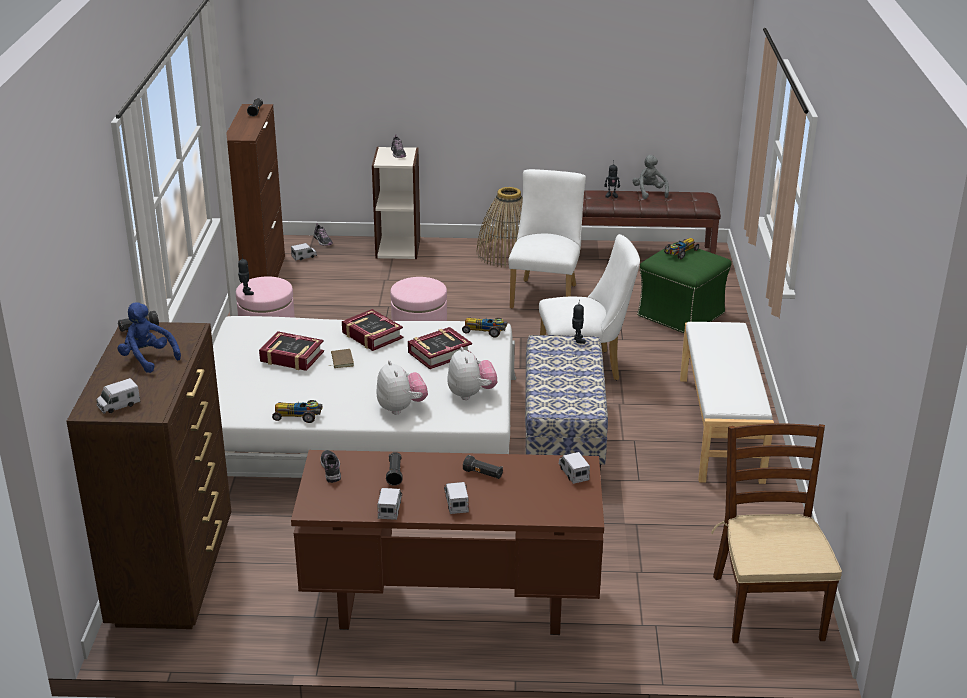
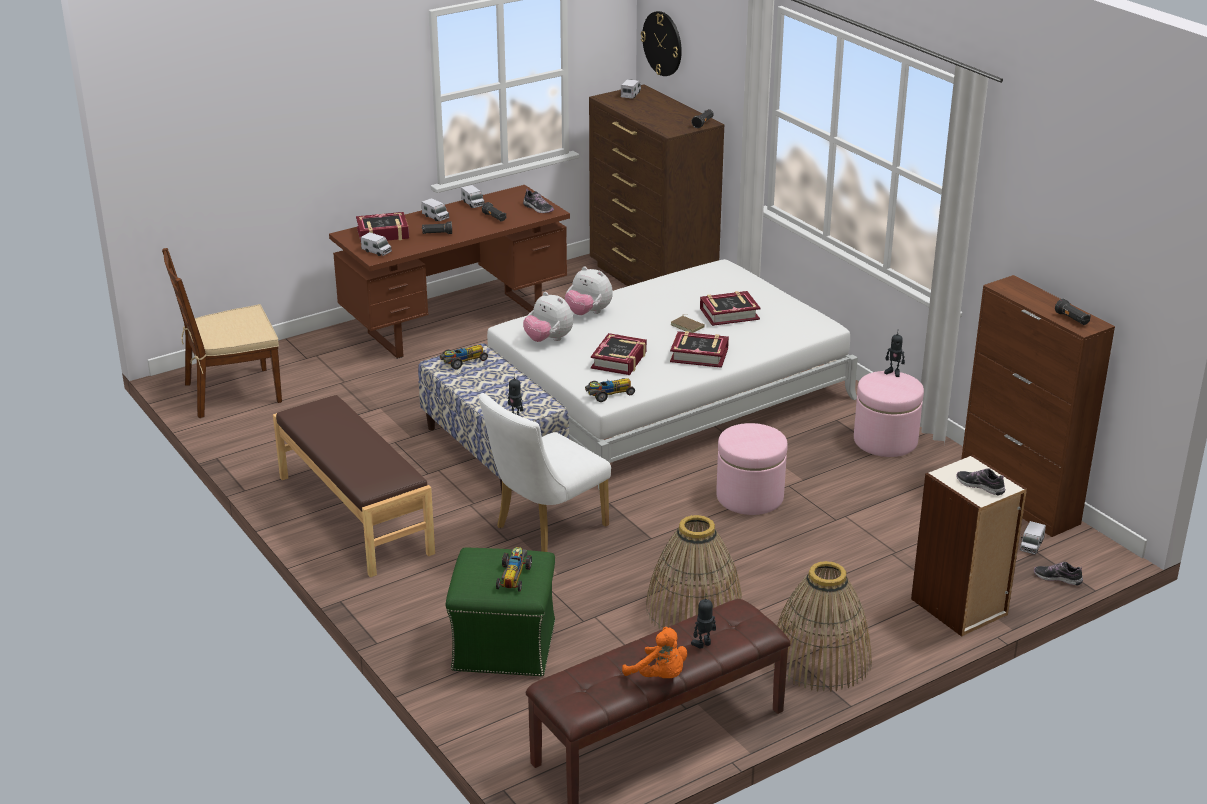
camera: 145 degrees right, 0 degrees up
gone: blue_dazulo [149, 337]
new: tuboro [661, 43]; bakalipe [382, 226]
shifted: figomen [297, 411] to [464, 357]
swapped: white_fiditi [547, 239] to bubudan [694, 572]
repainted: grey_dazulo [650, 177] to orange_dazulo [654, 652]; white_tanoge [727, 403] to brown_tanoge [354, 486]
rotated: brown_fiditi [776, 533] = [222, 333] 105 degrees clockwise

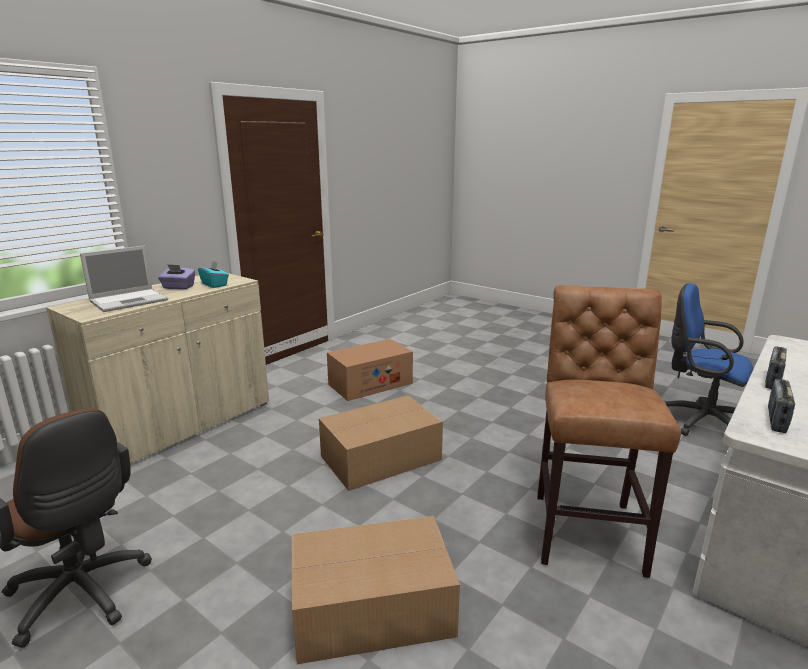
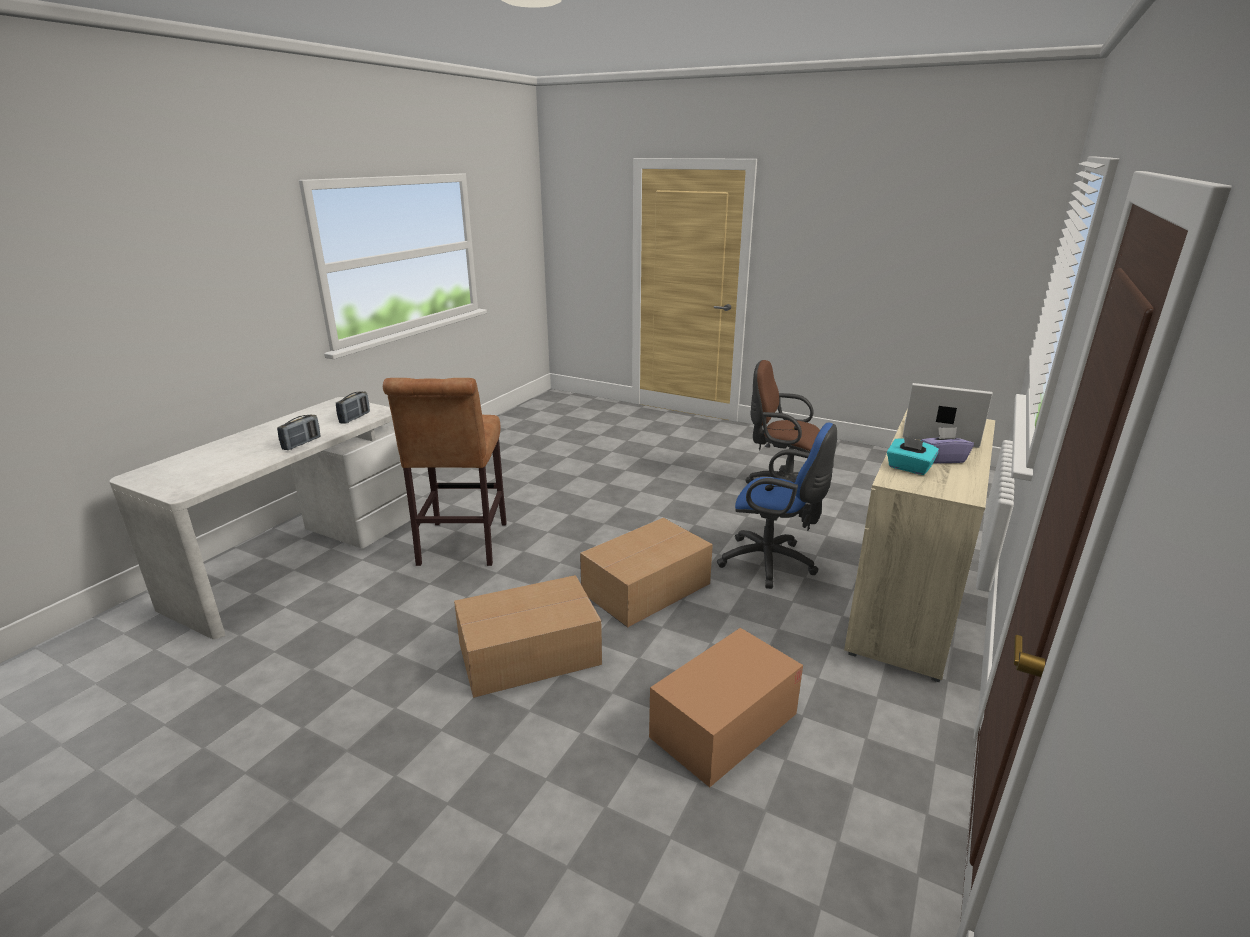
camera: 170 degrees right, 5 degrees up
shifted: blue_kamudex [709, 359] to [777, 506]; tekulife [376, 590] to [528, 636]
rotated: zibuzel [124, 279] = [948, 415] 75 degrees clockwise

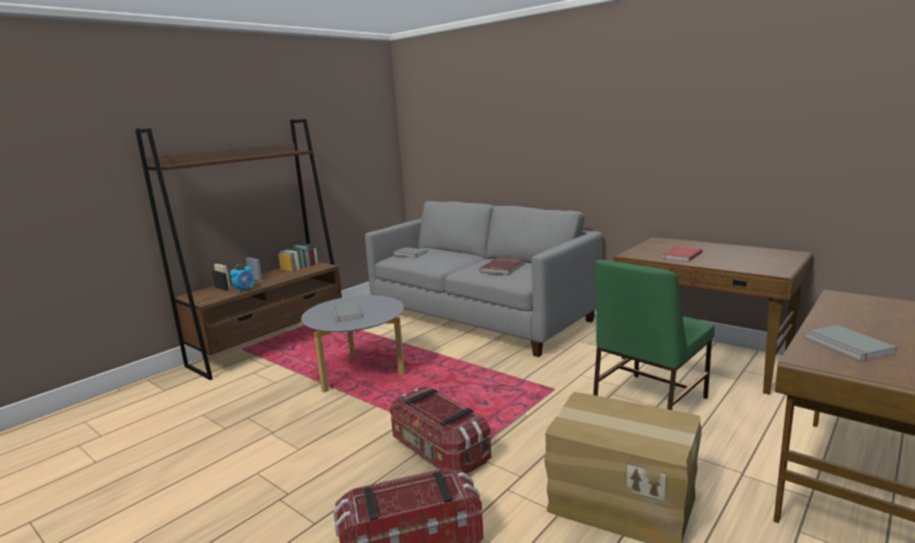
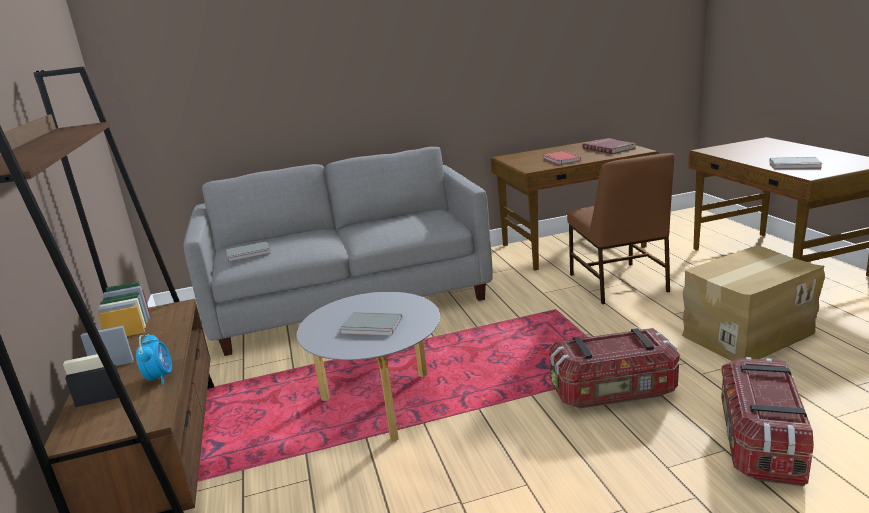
camera: 55 degrees left, 5 degrees up
shifted: red_bakalipe [502, 266] to [609, 146]
repainted: green_fiditi [654, 335] to brown_fiditi [621, 228]

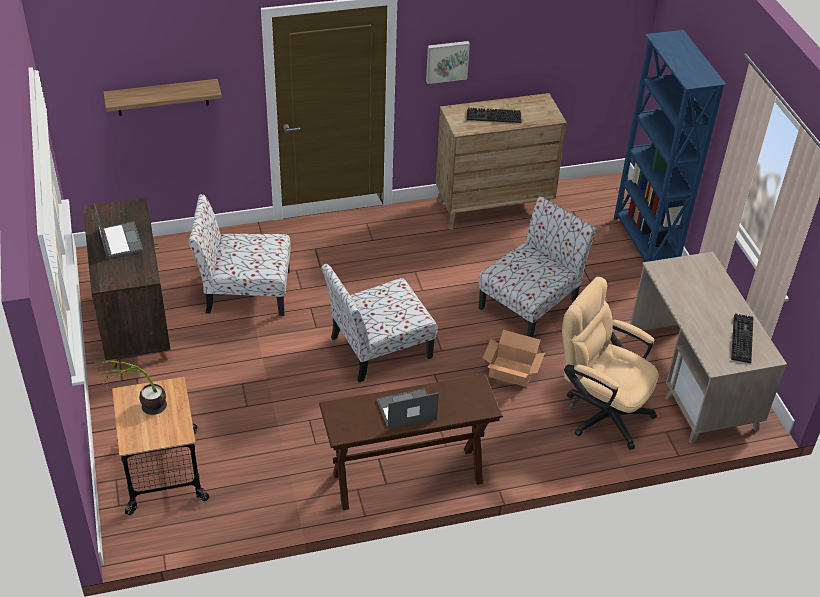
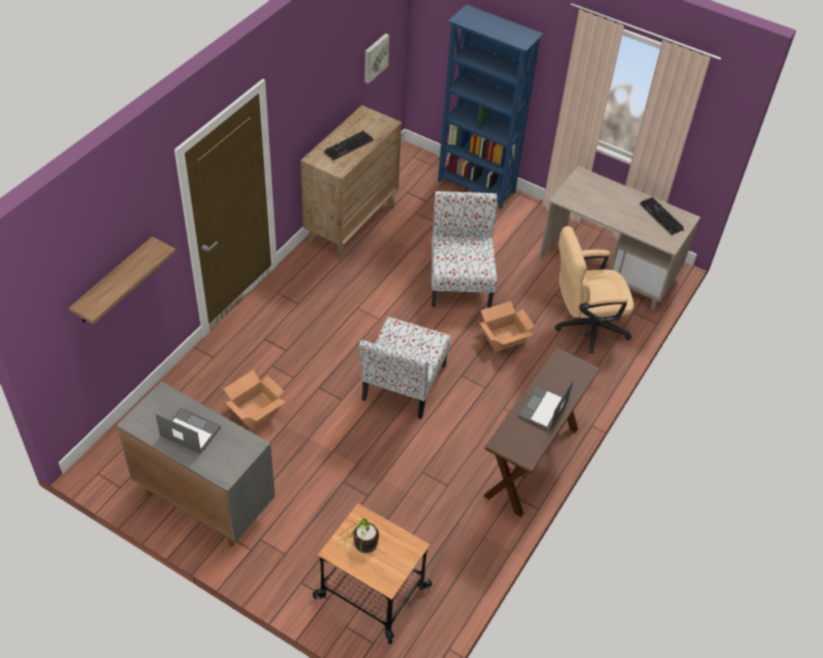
camera: 45 degrees left, 5 degrees up
shifted: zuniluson [448, 62] to [377, 58]
swapped: fiditi [240, 255] to tekulife [255, 399]
repainted: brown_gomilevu [127, 283] to grey_gomilevu [196, 464]

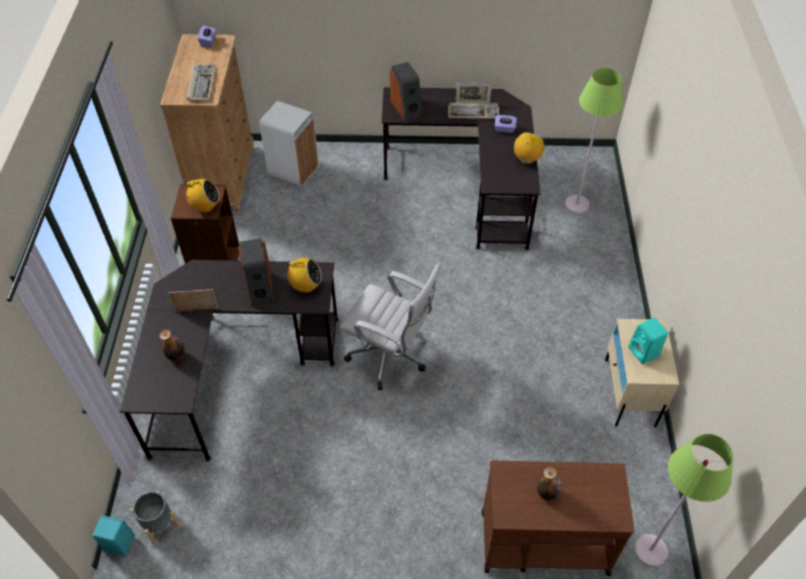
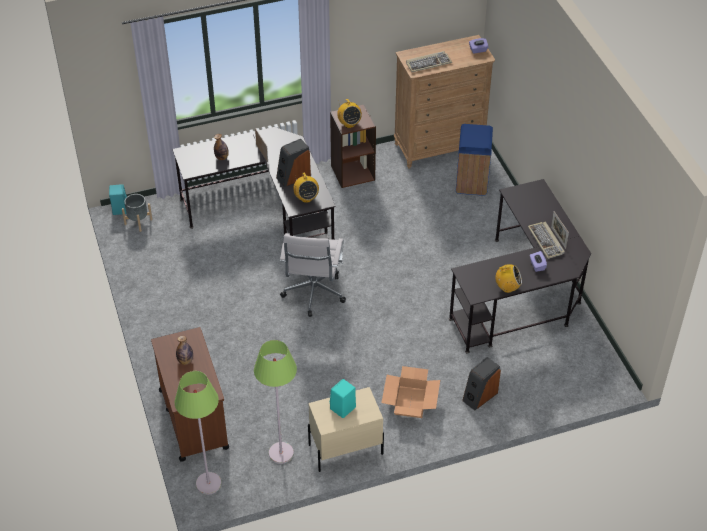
camera: 70 degrees right, 5 degrees down
new: tekulife [410, 392]
shifted: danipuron [406, 92] to [481, 383]; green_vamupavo [594, 141] to [275, 402]
repainted: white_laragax [289, 144] to blue_laragax [474, 160]

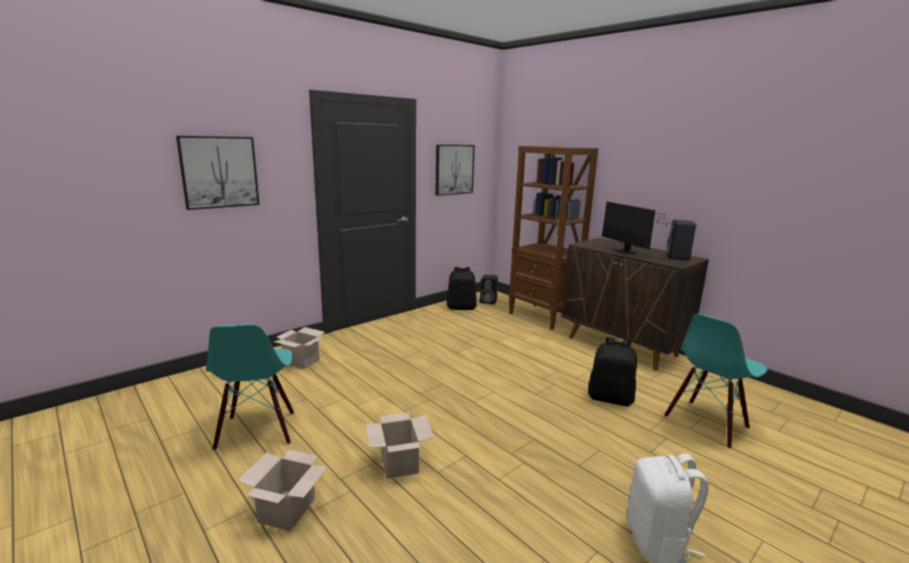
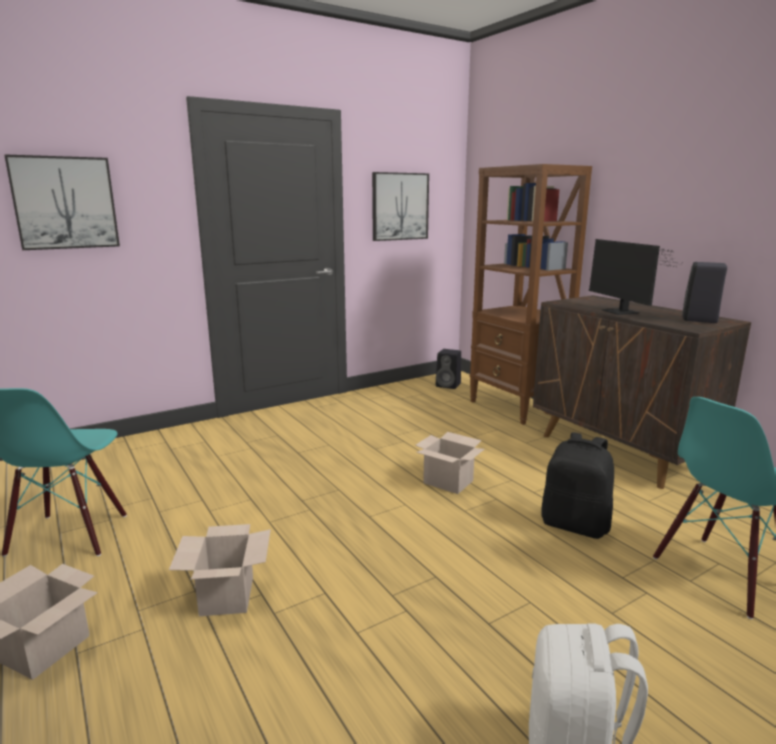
camera: 10 degrees right, 0 degrees up
gone: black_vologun [462, 288]
shifted: tekulife [299, 348] to [449, 463]

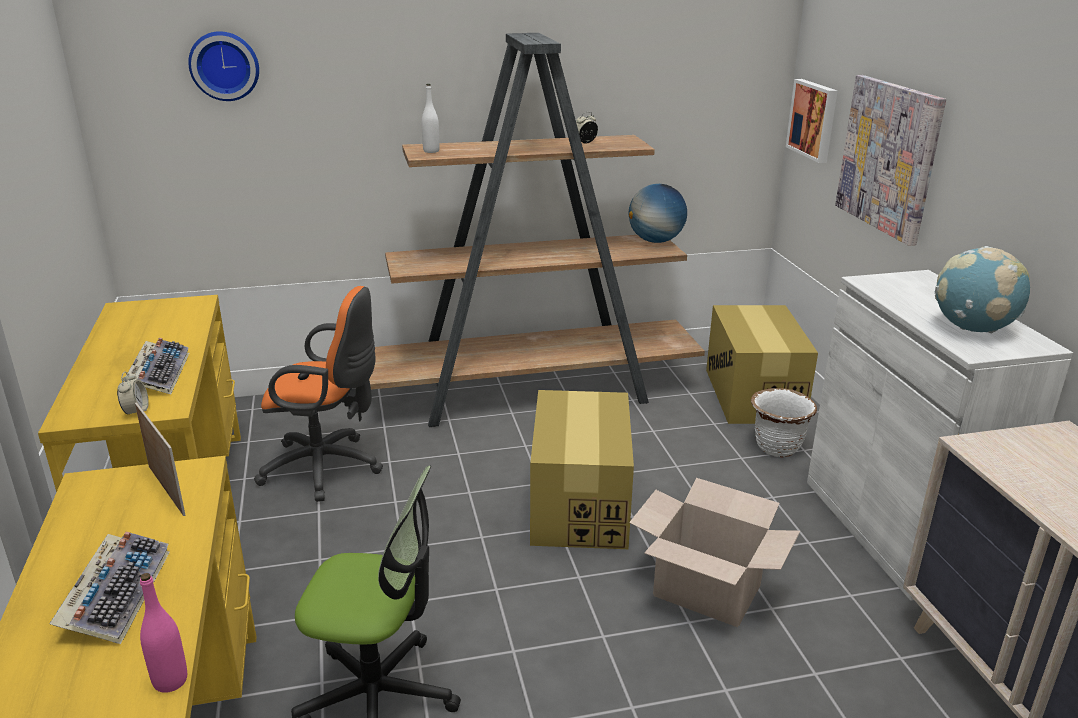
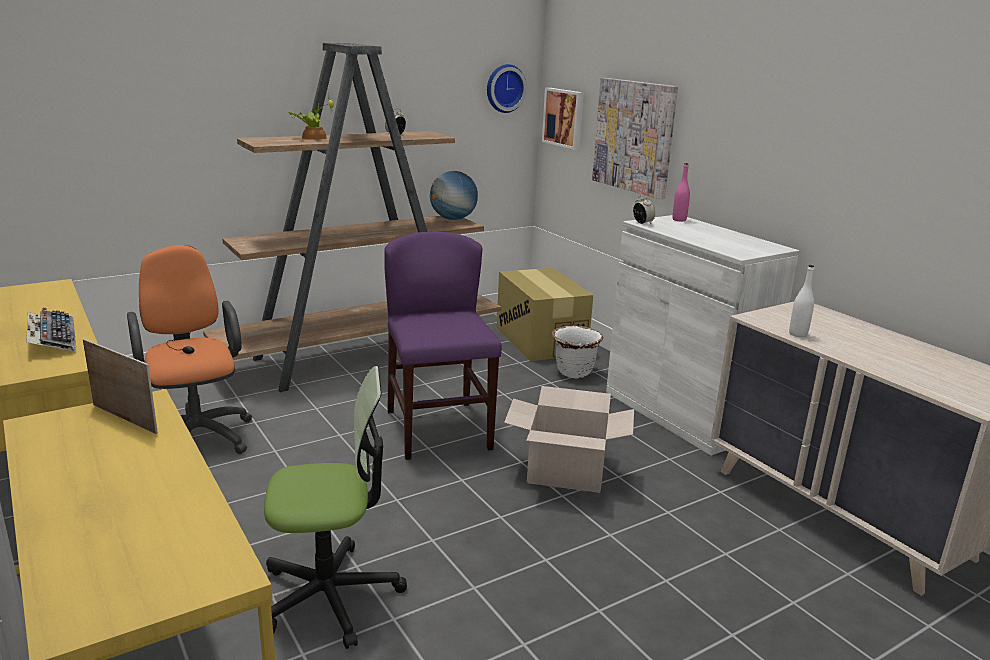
camera: 20 degrees left, 5 degrees down
gone: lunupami [982, 289]; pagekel [109, 588]
new: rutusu [311, 117]
shifted: tuboro [223, 66] to [507, 88]; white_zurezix [430, 118] to [801, 301]; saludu [133, 392] to [644, 209]; pink_zurezix [163, 633] to [681, 192]
swapped: tekulife [582, 469] to purple_fiditi [443, 346]
rotated: orange_kamudex [318, 394] = [189, 349] 105 degrees counterclockwise

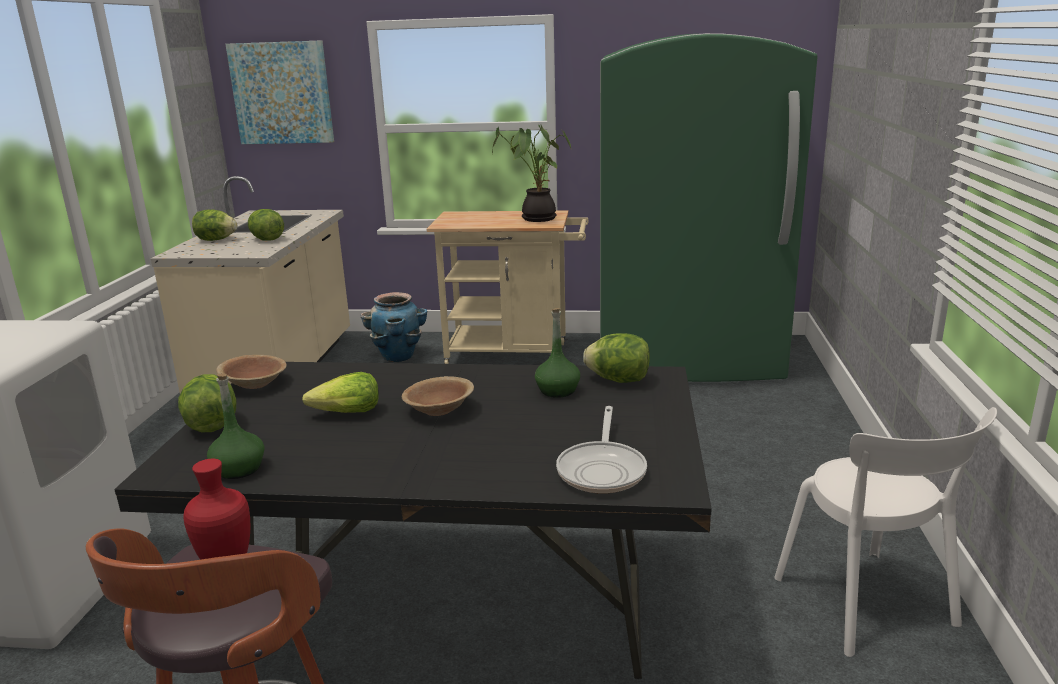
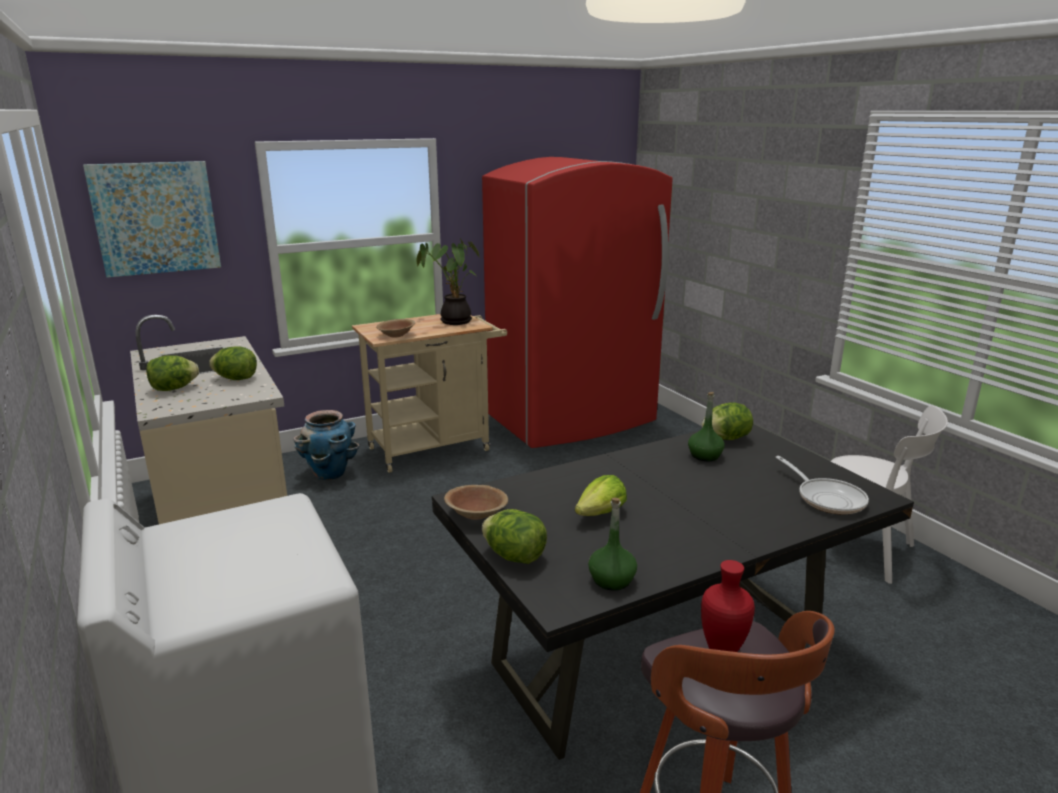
camera: 35 degrees left, 0 degrees up
shifted: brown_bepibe [438, 396] to [395, 328]
repainted: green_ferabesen [709, 207] to red_ferabesen [577, 302]

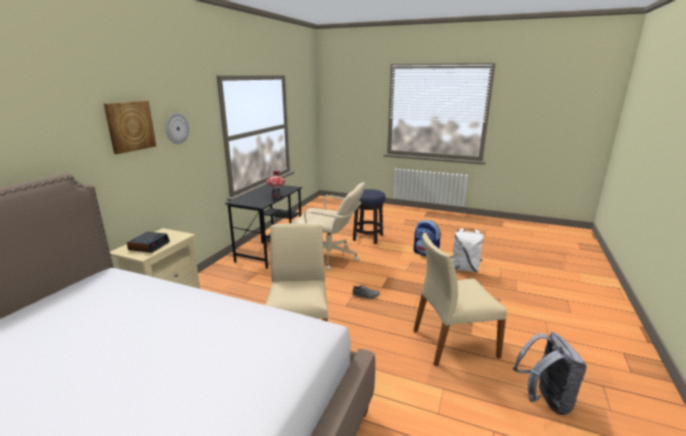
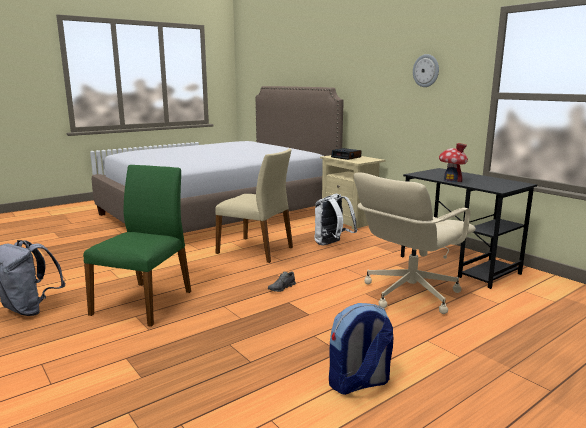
camera: 120 degrees right, 5 degrees down
gone: zuniluson [130, 127]; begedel [369, 216]
shifted: white_vologun [467, 250] to [335, 219]
repainted: beige_fiditi [460, 299] to green_fiditi [137, 246]

